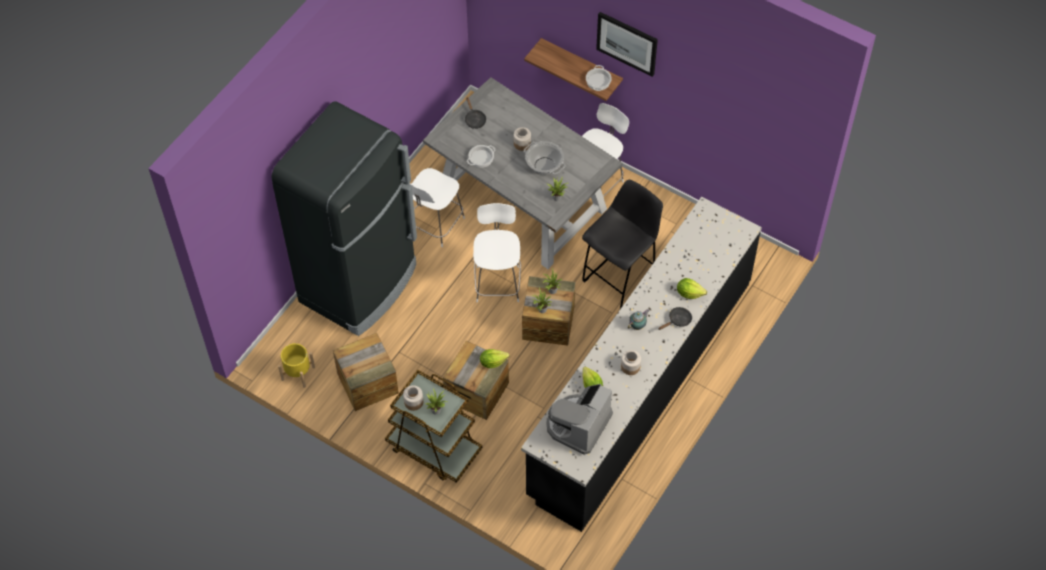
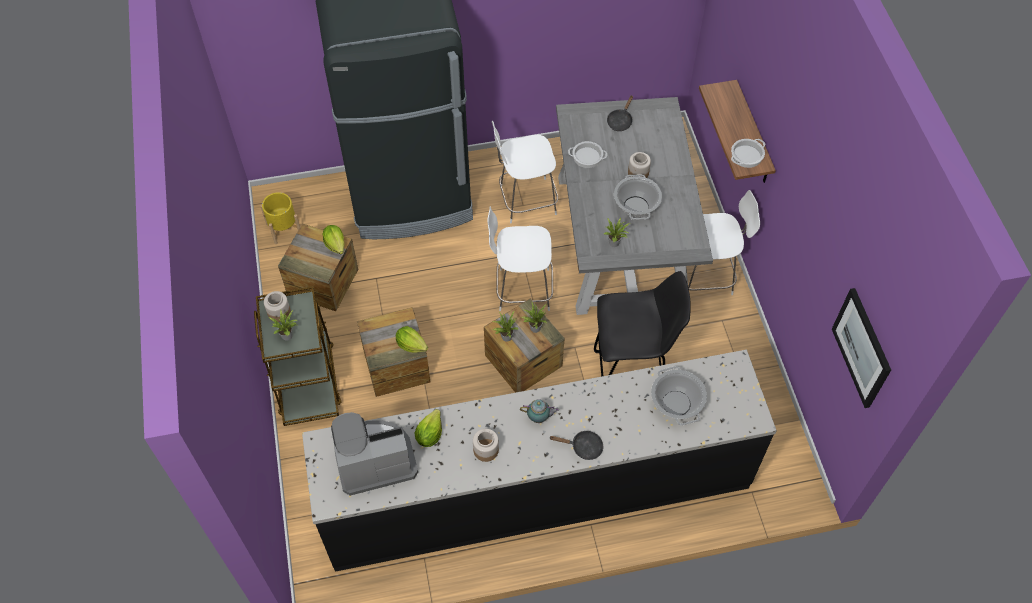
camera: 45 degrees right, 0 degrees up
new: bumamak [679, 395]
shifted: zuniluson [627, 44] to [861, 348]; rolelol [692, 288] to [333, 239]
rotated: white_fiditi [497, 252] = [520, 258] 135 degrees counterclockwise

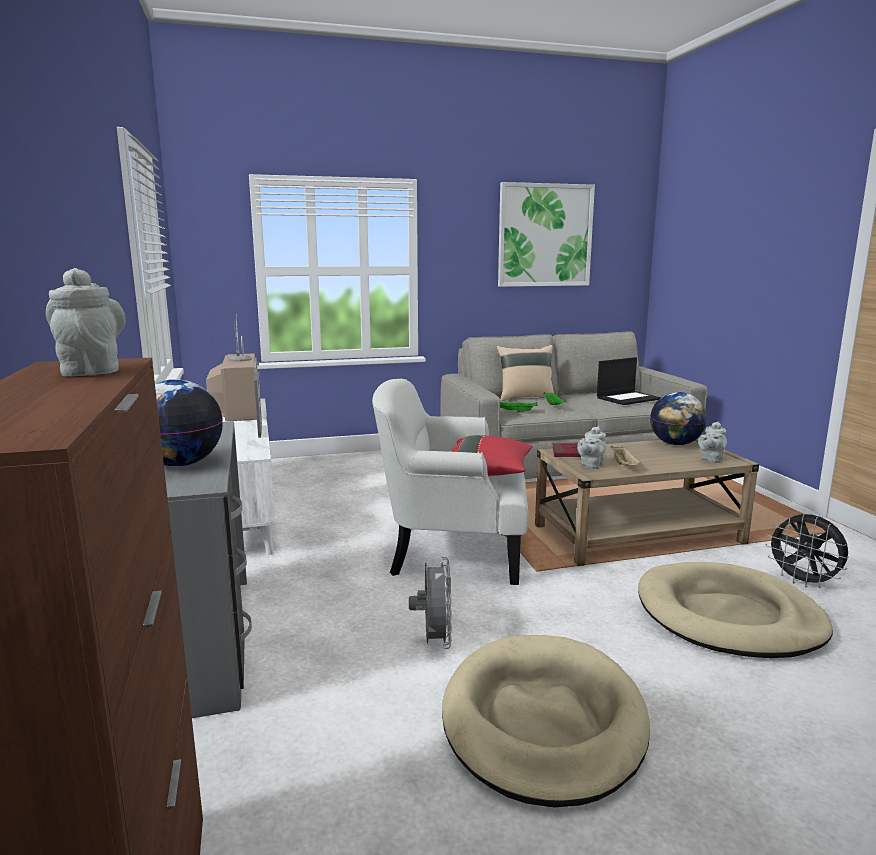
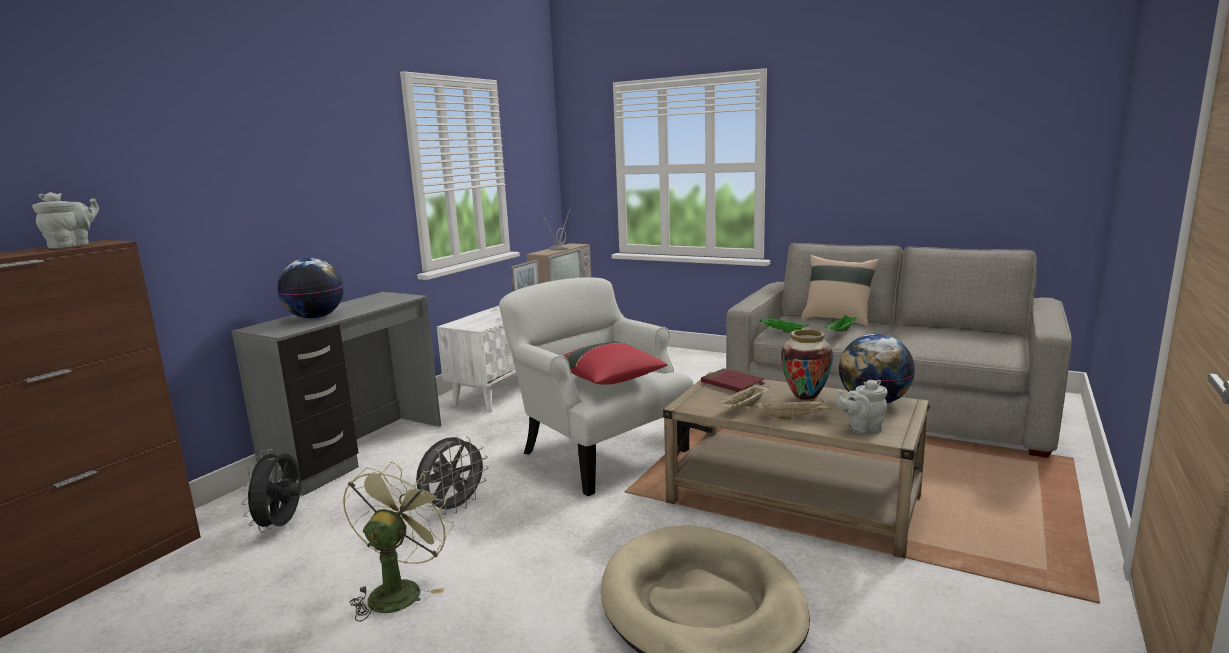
camera: 45 degrees right, 0 degrees up
gone: zuniluson [546, 234]; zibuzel [629, 381]; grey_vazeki [591, 447]
new: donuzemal [807, 365]; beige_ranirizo [794, 409]
shifted: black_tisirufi [807, 551] to [271, 490]
swapped: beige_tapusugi [546, 721] to green_tisirufi [398, 541]

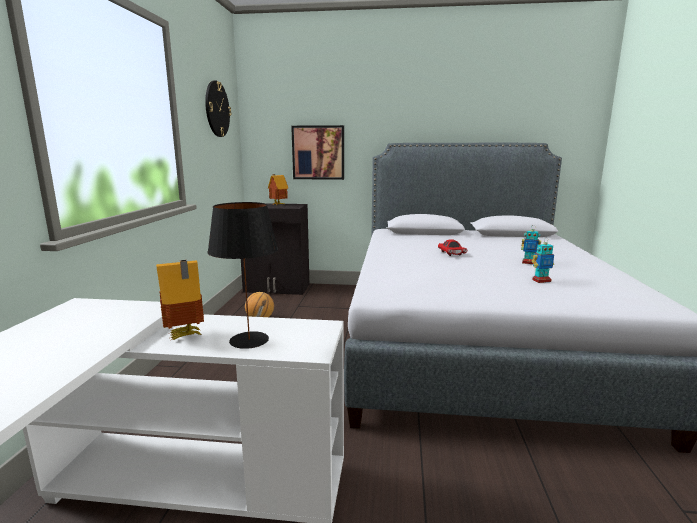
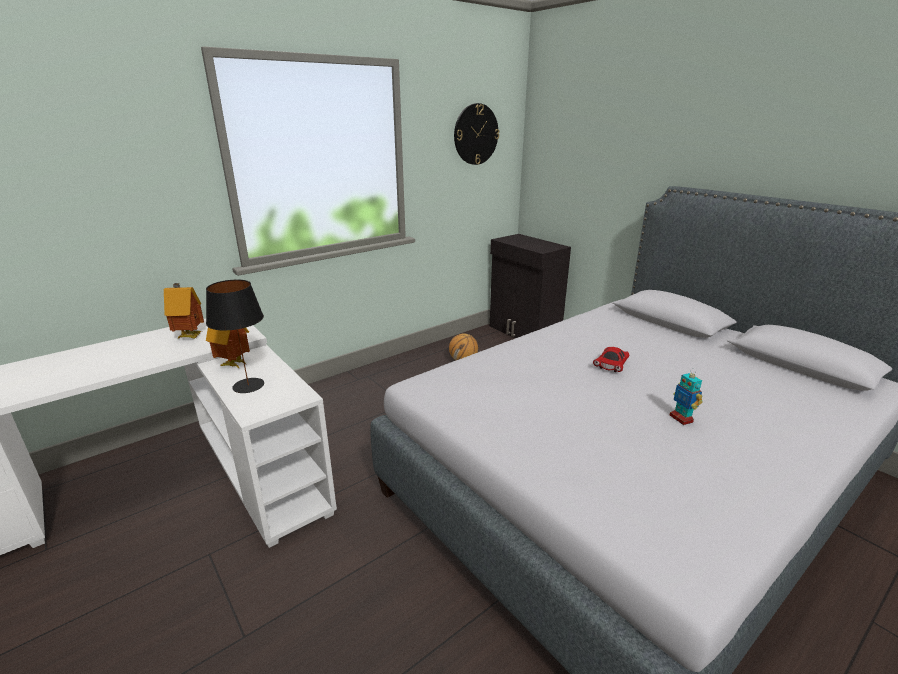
camera: 45 degrees right, 10 degrees up
gone: zuniluson [317, 152]; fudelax [543, 262]
shifted: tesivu [278, 189] to [184, 311]

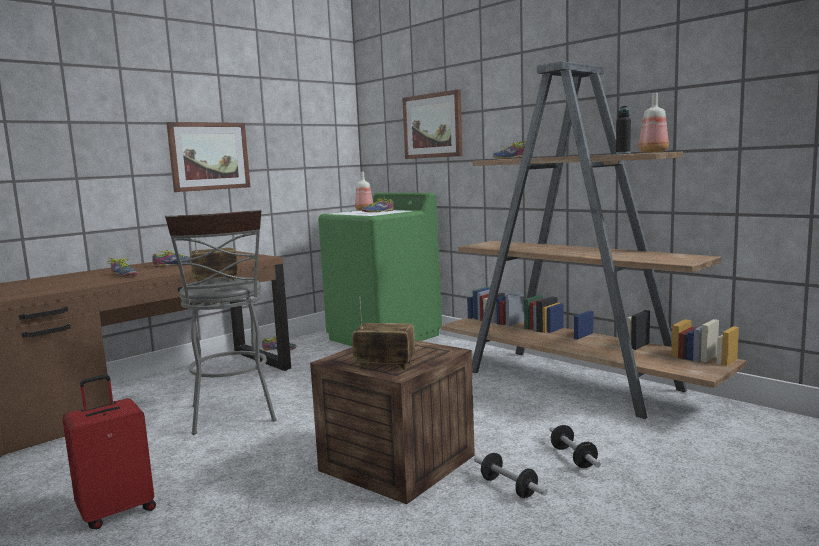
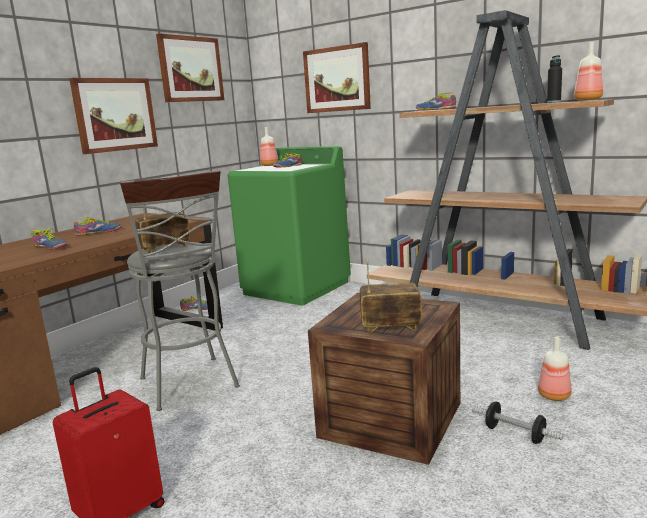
camera: 10 degrees left, 5 degrees up
new: zuniluson [190, 67]
swapped: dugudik [575, 446] to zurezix [554, 369]

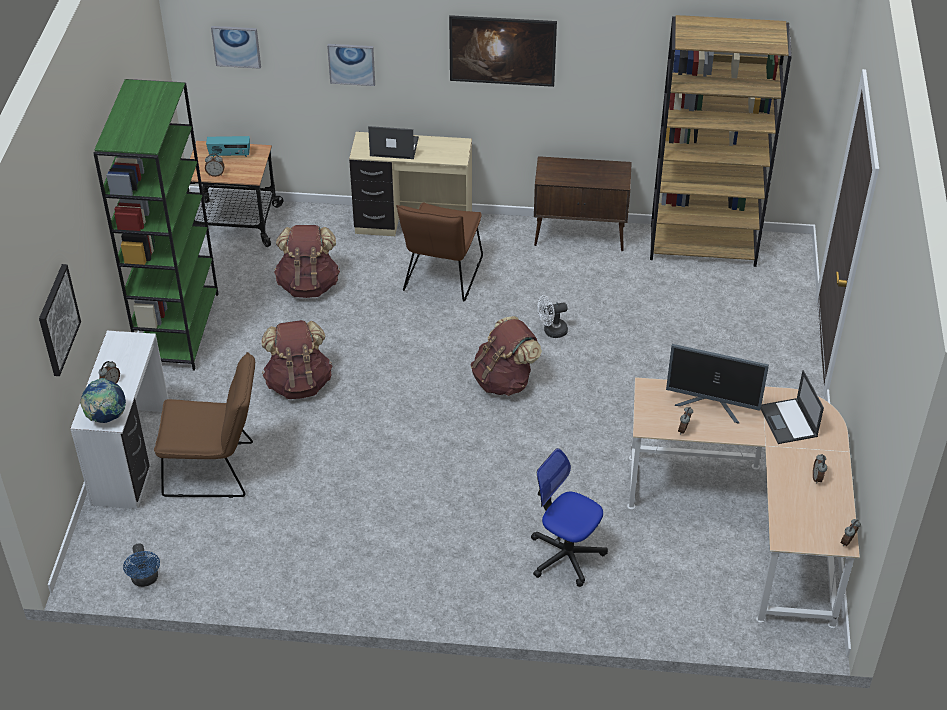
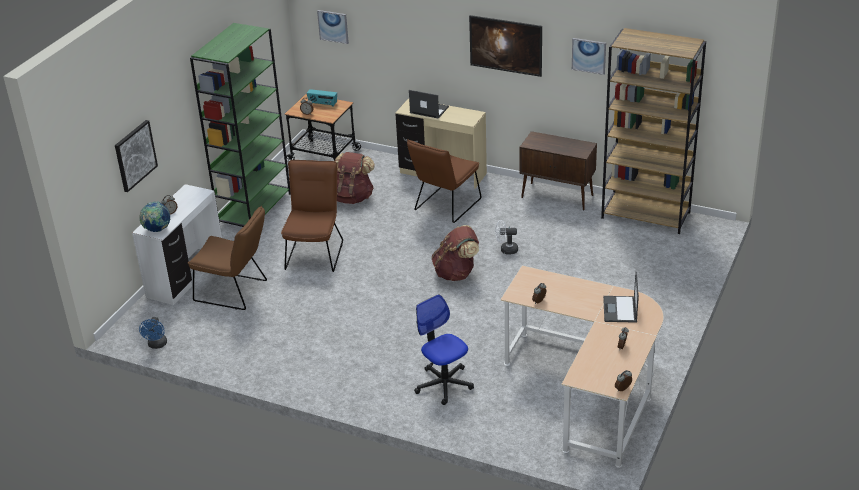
camera: 20 degrees right, 10 degrees down
gone: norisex [717, 384]
shifted: zuniluson [351, 65] to [589, 56]
swapped: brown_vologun [297, 359] to brown_fiditi [312, 216]

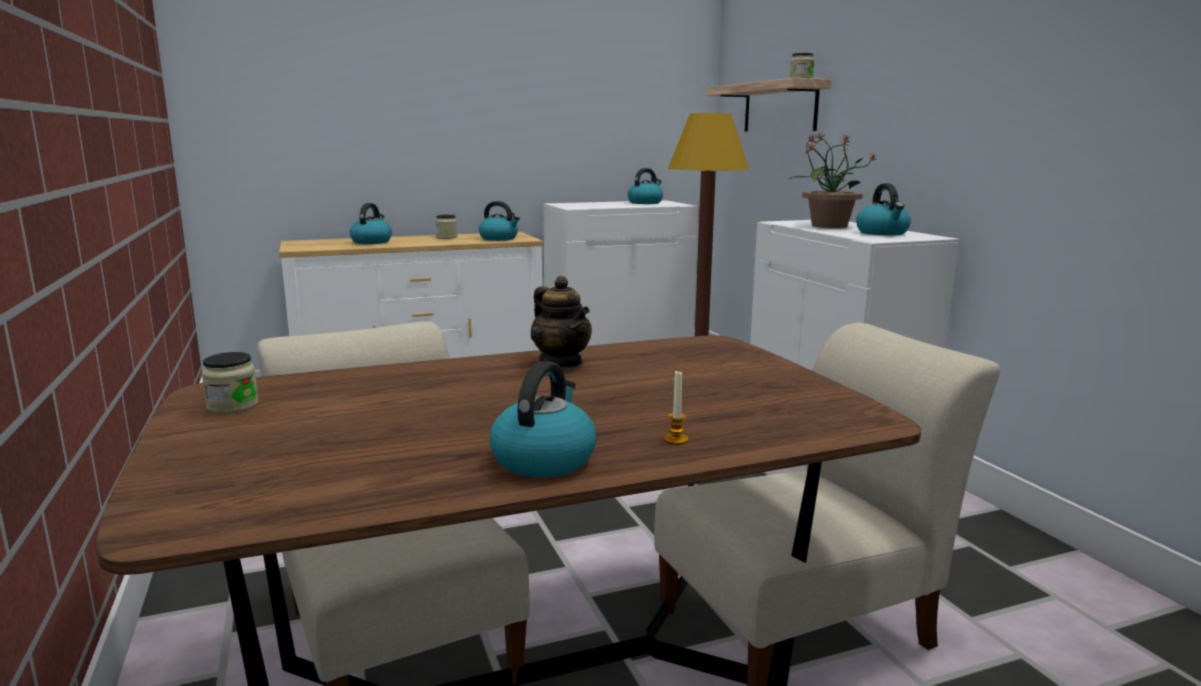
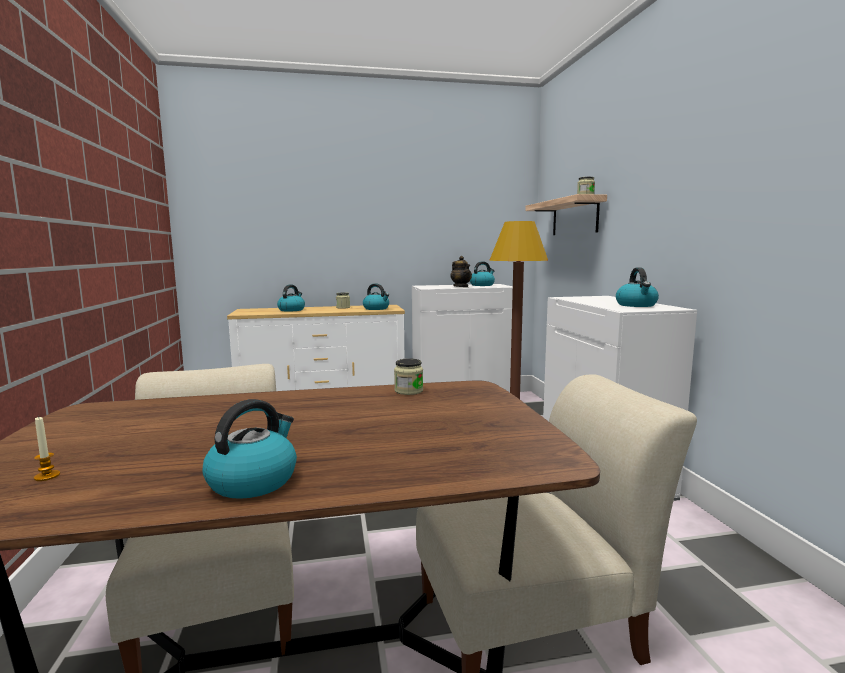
camera: 10 degrees right, 5 degrees down
gone: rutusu [833, 180]
shifted: vazeki [561, 322] to [461, 271]; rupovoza [230, 383] to [408, 376]; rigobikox [676, 407] to [47, 448]

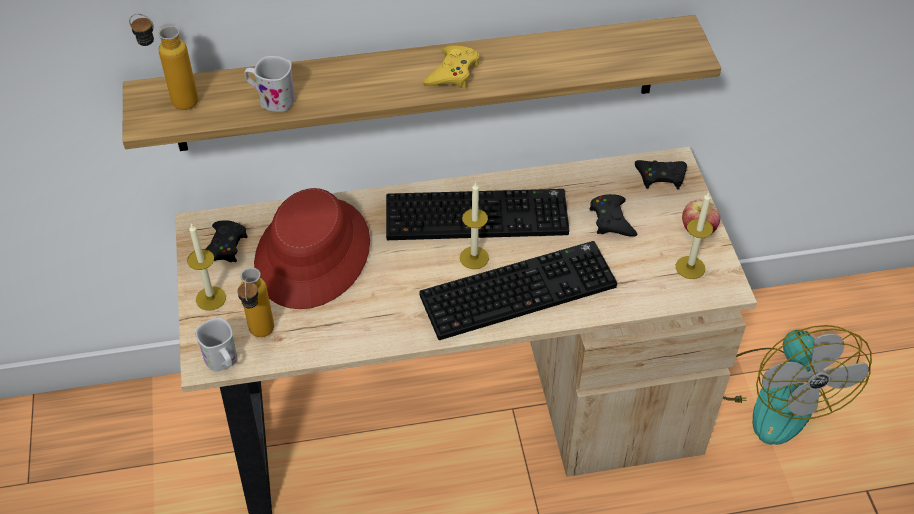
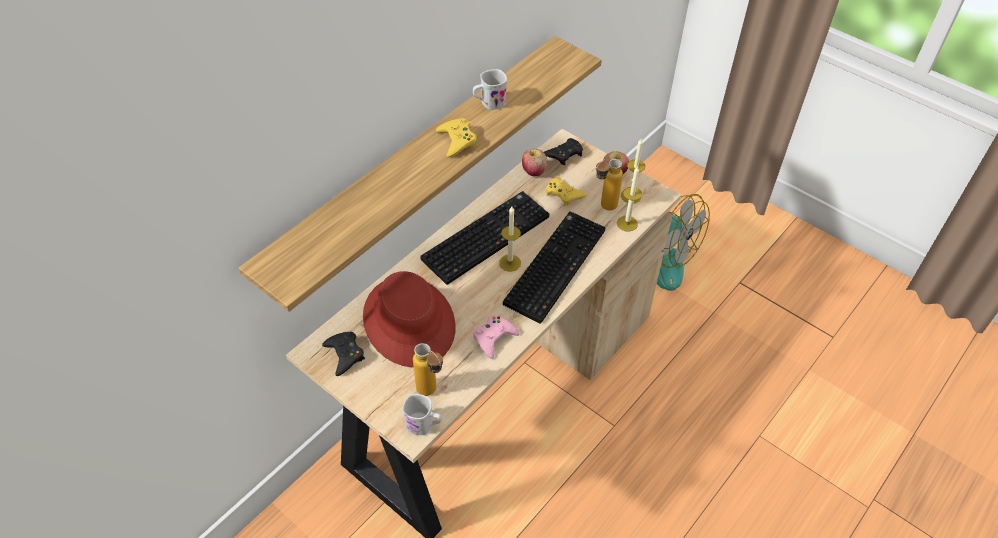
camera: 40 degrees left, 0 degrees up
new: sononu [534, 162]; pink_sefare [496, 337]
shifted: zurezix [163, 61] to [609, 184]; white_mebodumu [269, 84] to [490, 89]; rigobikox [206, 267] to [629, 199]
repainted: black_sefare [613, 215] to yellow_sefare [566, 192]

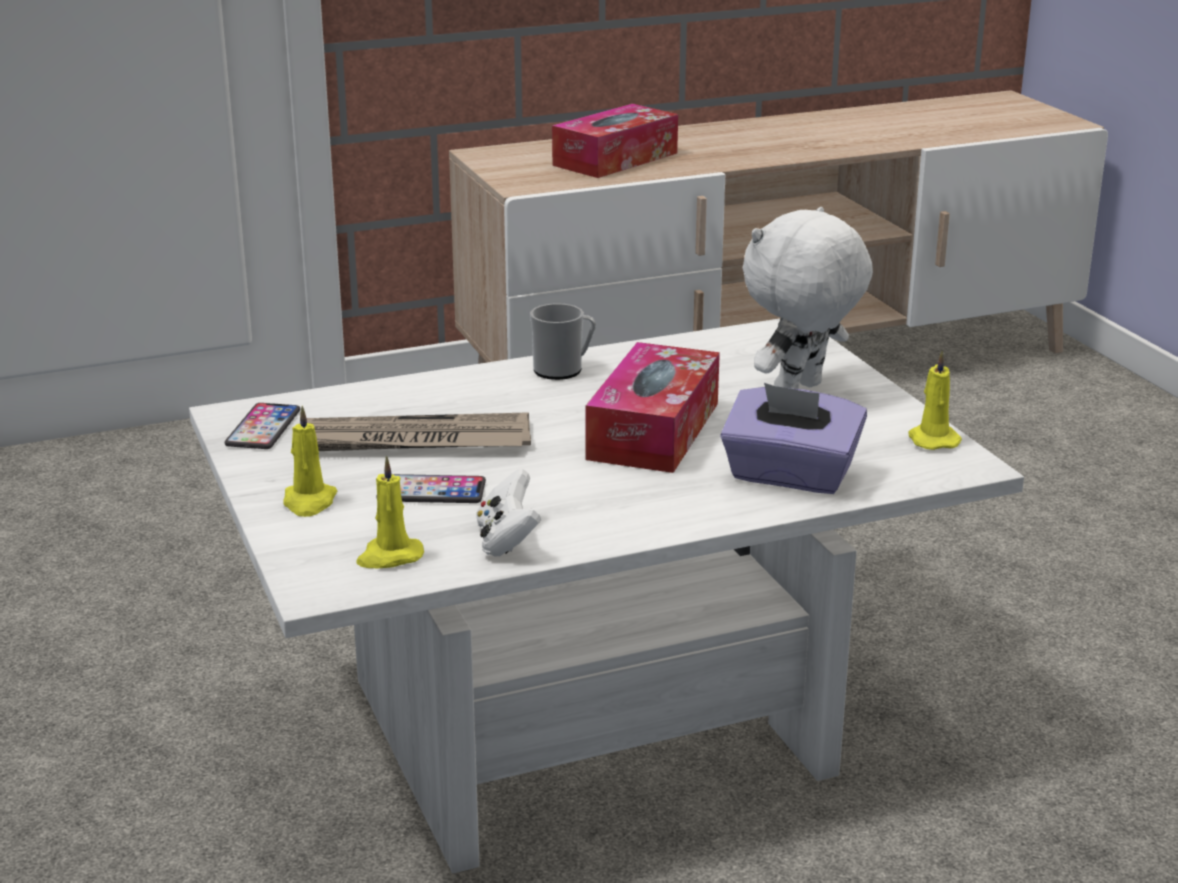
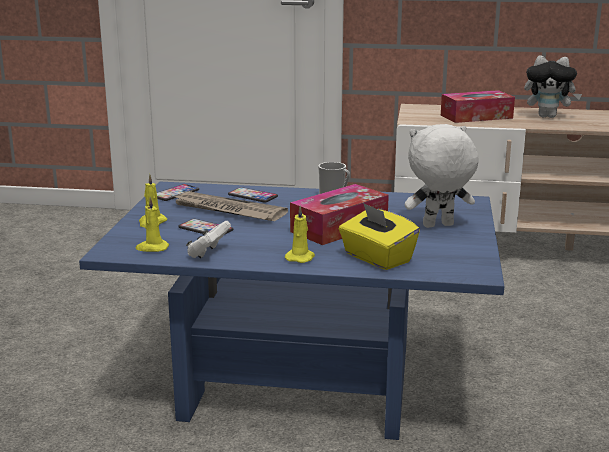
camera: 30 degrees right, 5 degrees down
new: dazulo [553, 87]; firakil [253, 195]
shifted: yellow_rigobikox [935, 400] to [300, 234]
repainted: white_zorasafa [606, 595] to blue_zorasafa [291, 311]; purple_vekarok [793, 438] to yellow_vekarok [379, 236]

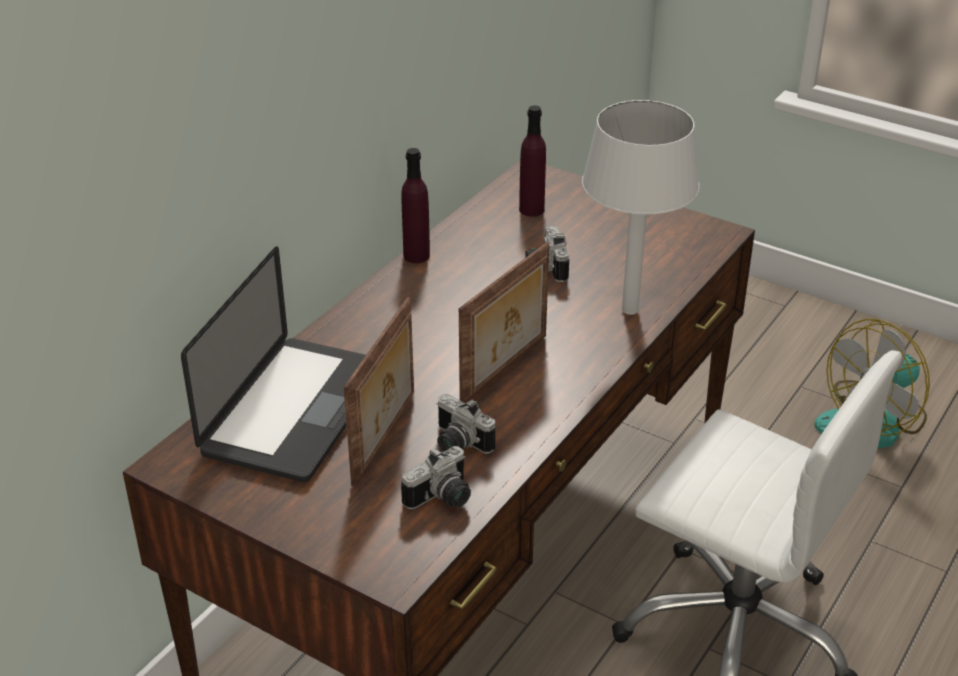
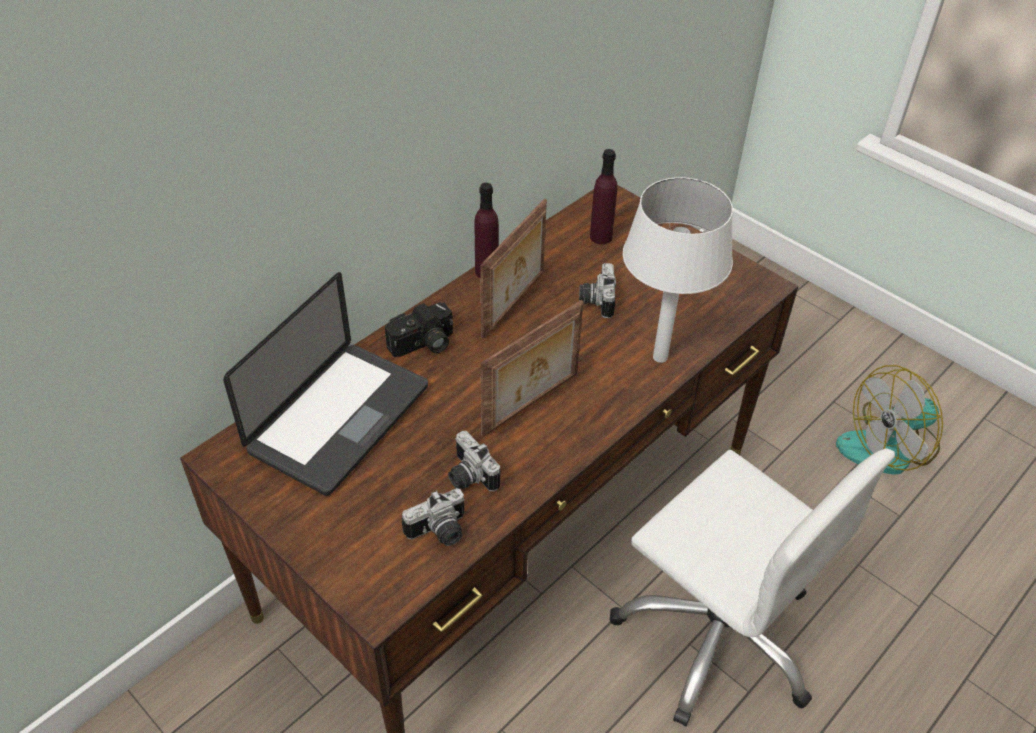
camera: 10 degrees right, 10 degrees up
new: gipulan [419, 330]
shifted: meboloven [379, 391] to [513, 268]

